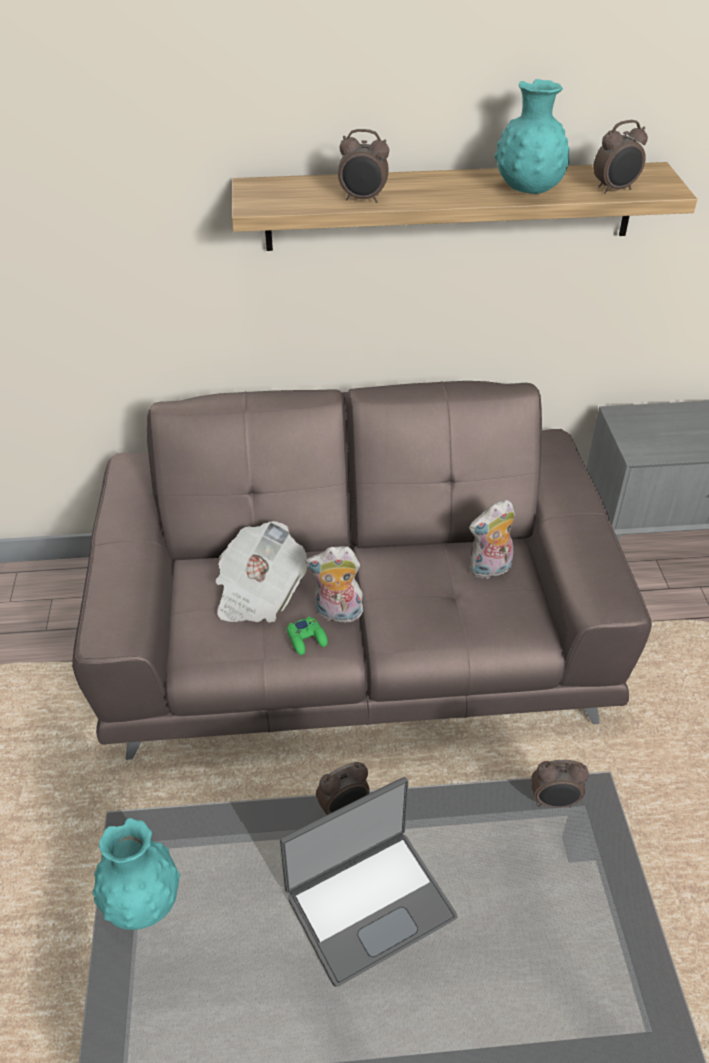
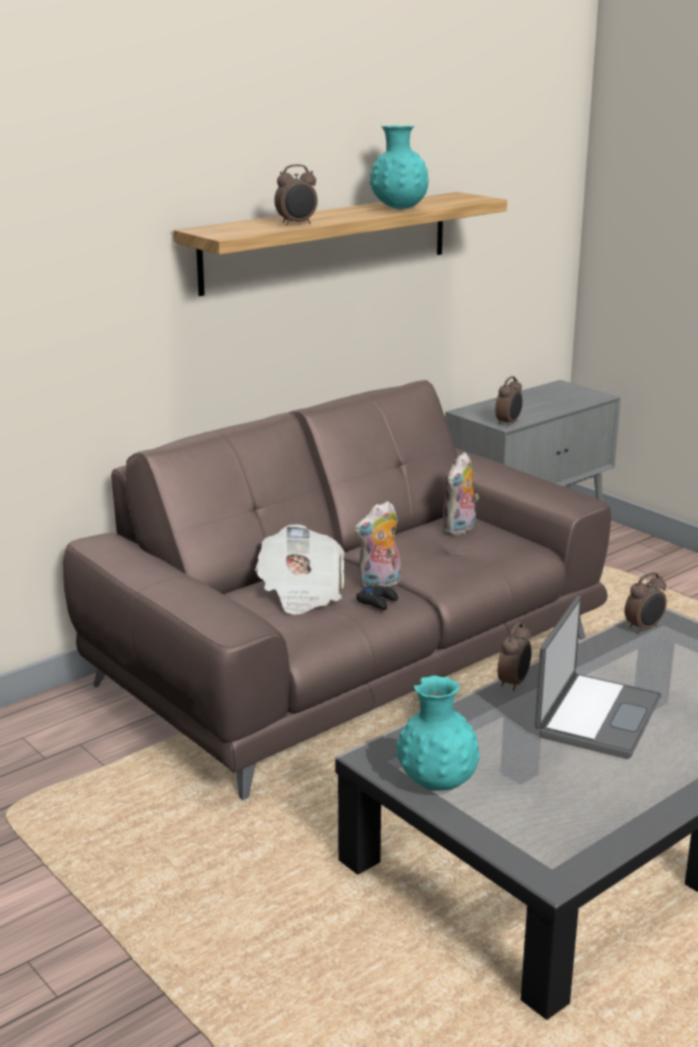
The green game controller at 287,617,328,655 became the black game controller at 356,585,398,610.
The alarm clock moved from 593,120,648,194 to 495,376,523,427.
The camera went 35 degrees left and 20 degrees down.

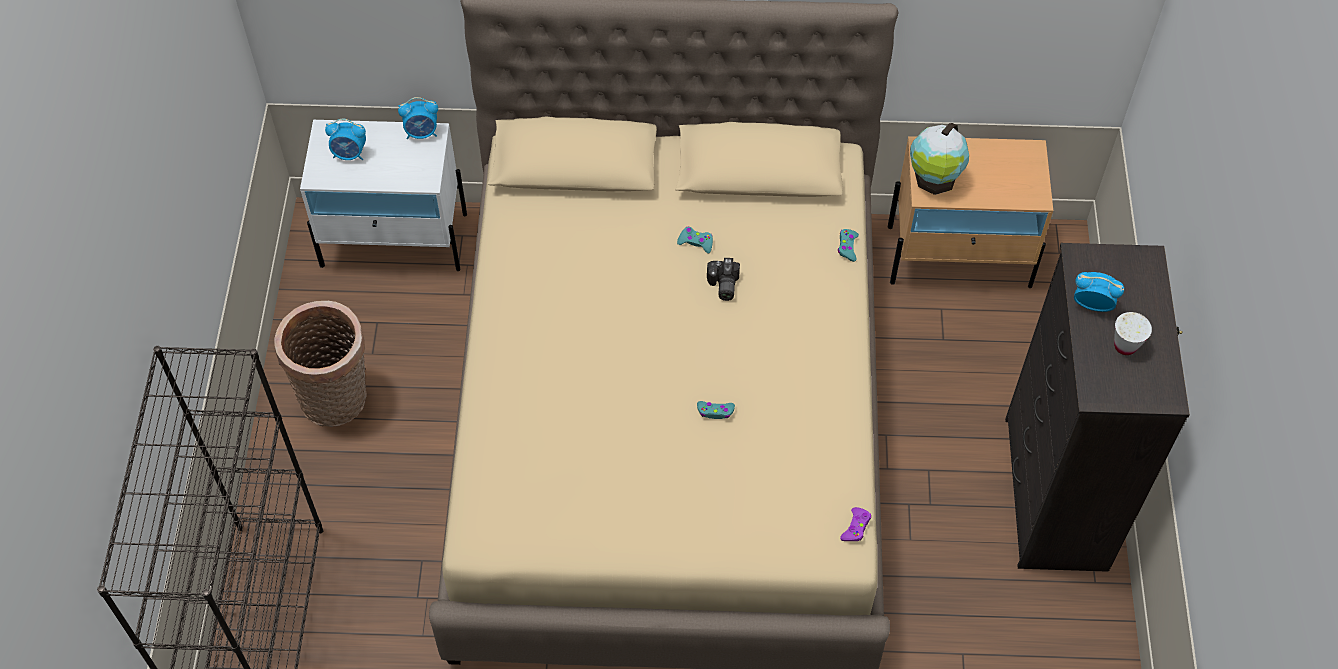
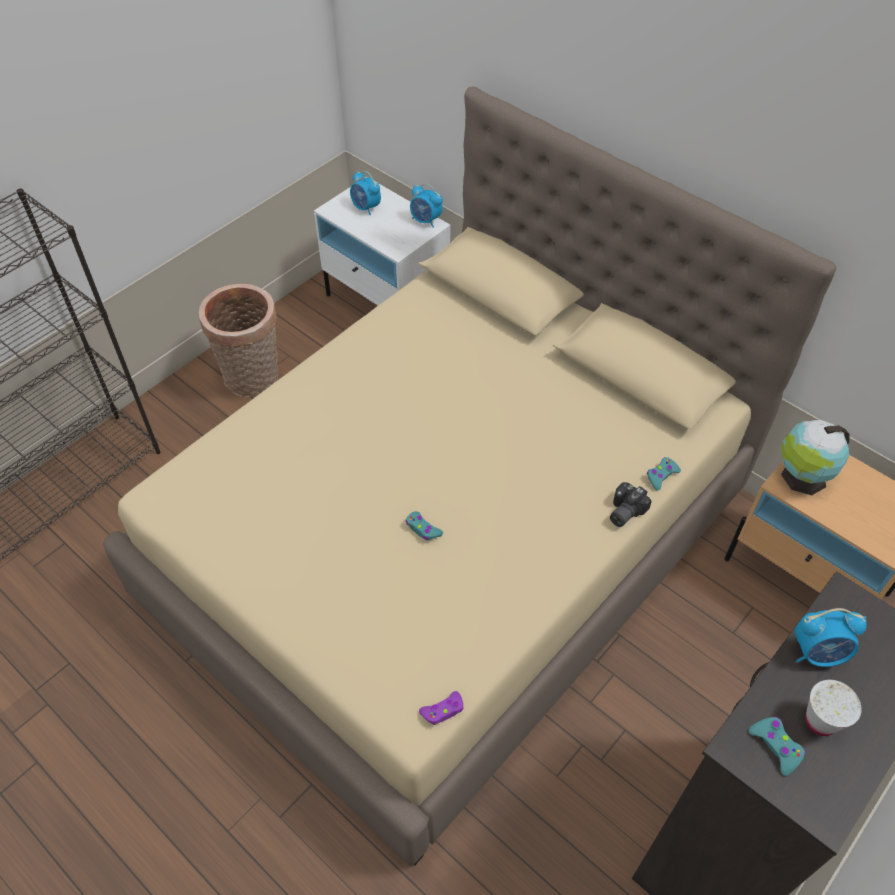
The photo camera moved from 707,258,740,301 to 610,482,652,527.
The turquoise game controller moved from 677,227,713,253 to 749,717,806,776.
The alarm clock at 1074,272,1124,312 turned 120 degrees clockwise.
The camera went 40 degrees right and 5 degrees down.

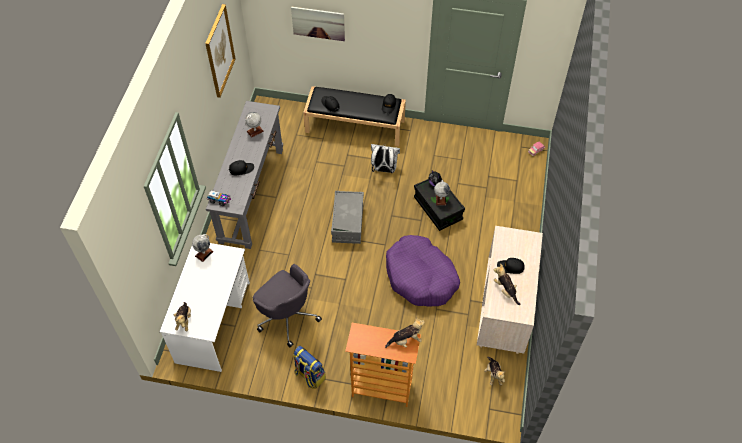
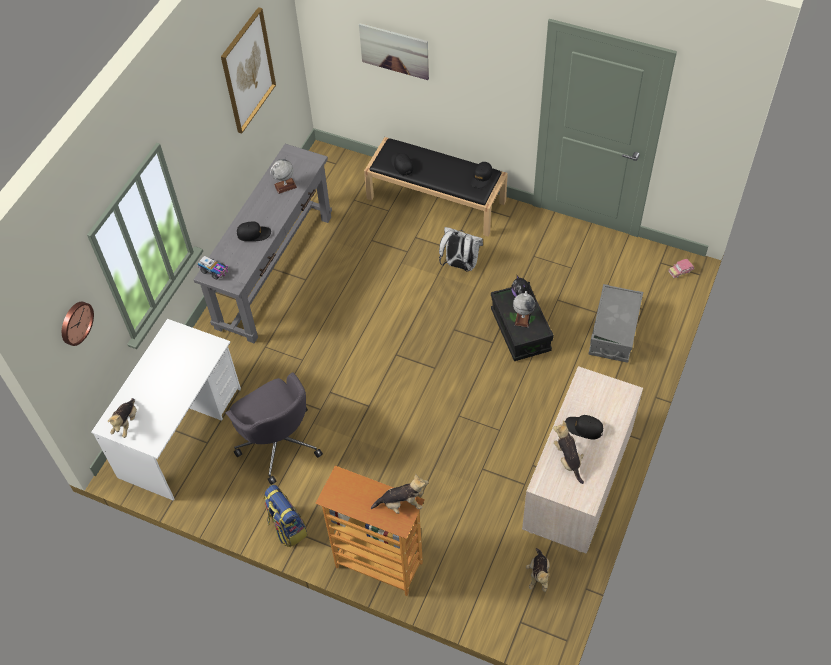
The wall clock at 62,302,94,346 appeared.
The grey storage box moved from 331,191,364,244 to 588,284,643,363.
The globe at 192,234,214,262 disappeared.
The purple dog bed at 386,235,460,306 disappeared.
The camera went 15 degrees right and 0 degrees up.

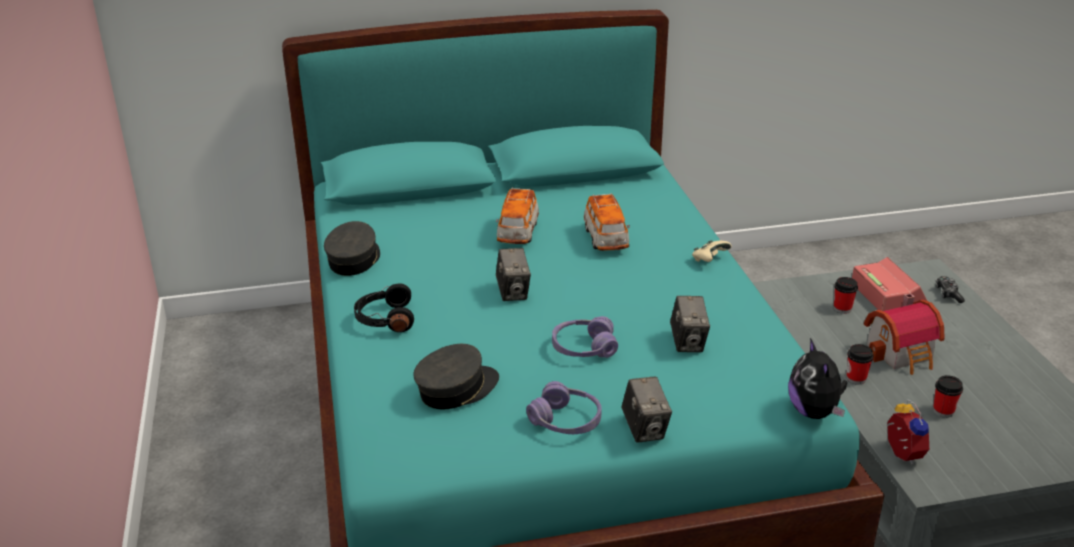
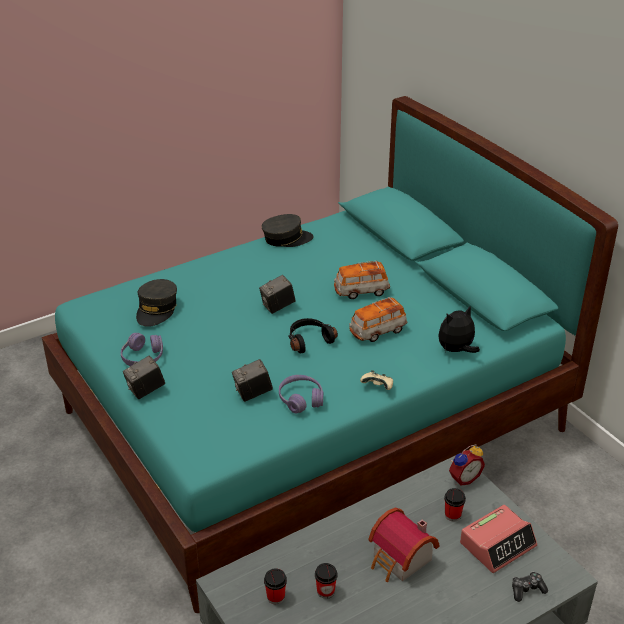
The grey cap at 413,344,499,409 turned 75 degrees clockwise.
The cup moved from 846,344,874,385 to 264,569,287,604.
The purple headphones moved from 552,316,618,358 to 279,375,323,414.
The black headphones moved from 354,284,414,332 to 288,318,338,353.
The plush toy moved from 788,338,847,419 to 438,305,480,353.
The alarm clock moved from 886,399,929,465 to 449,444,485,486.
The camera went 70 degrees right and 5 degrees up.

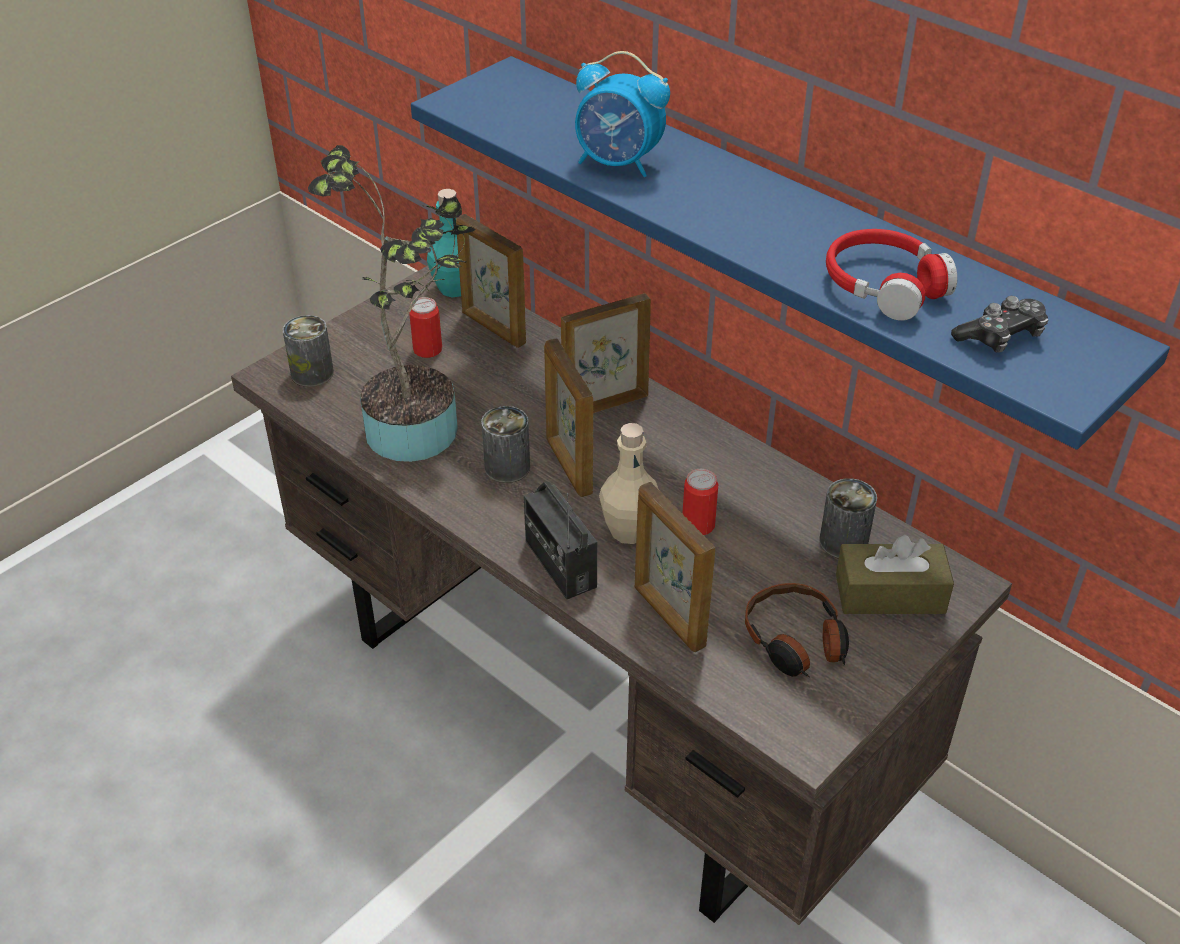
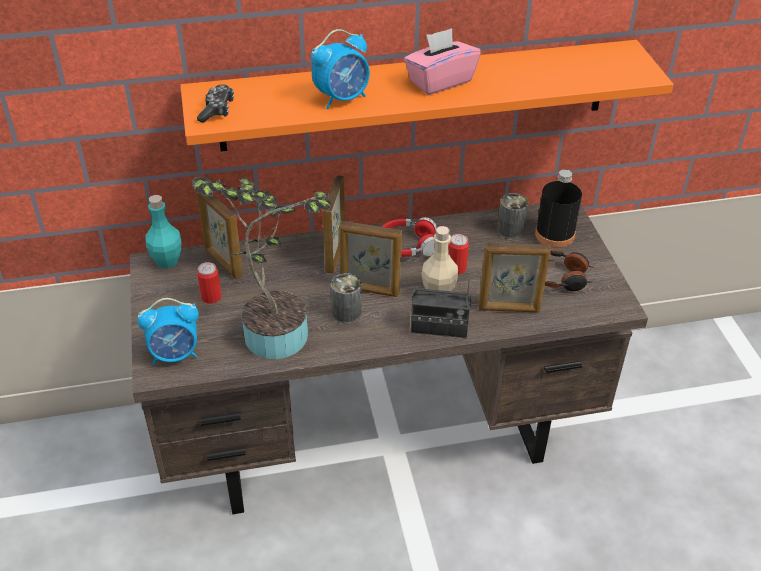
The can at 283,315,334,387 was replaced by the alarm clock at 138,298,199,365.
The blue shelf at 411,56,1170,450 became the orange shelf at 180,40,674,151.
The picture frame at 456,214,526,348 turned 60 degrees clockwise.
The game controller moved from 951,296,1049,353 to 197,84,234,123.
The red headphones moved from 826,229,957,321 to 381,217,436,257.
The pink tissue box at 404,28,481,95 appeared.
The brown tissue box at 836,535,954,614 was replaced by the black bottle at 535,169,582,248.
The camera went 55 degrees left and 0 degrees up.

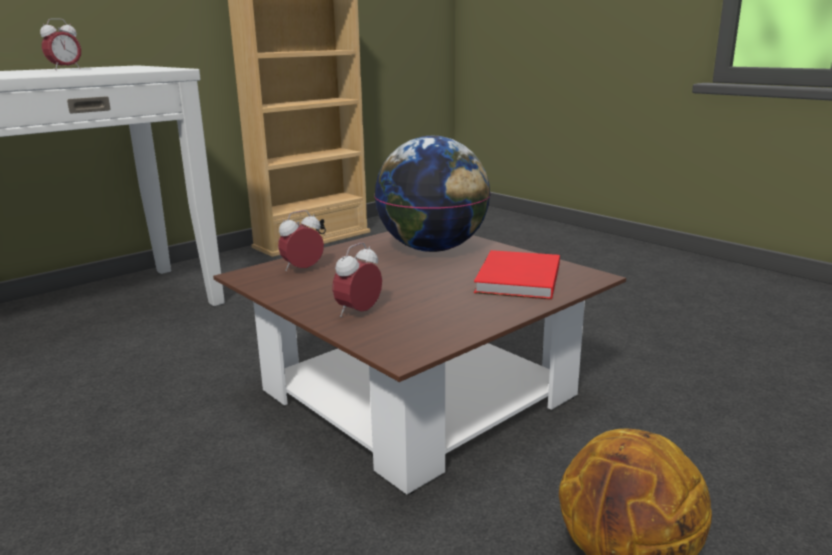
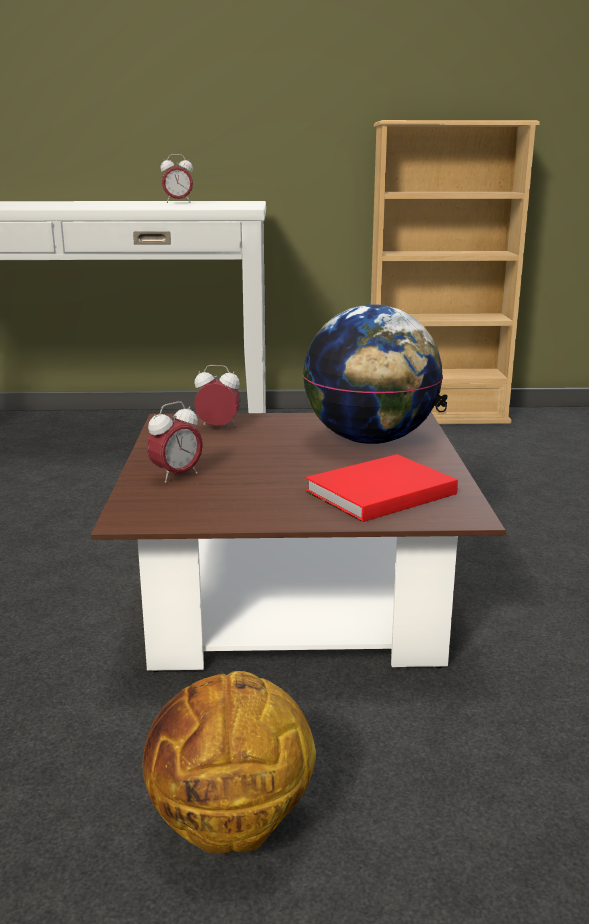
The alarm clock at 332,242,382,317 turned 150 degrees clockwise.
The camera went 40 degrees right and 0 degrees up.

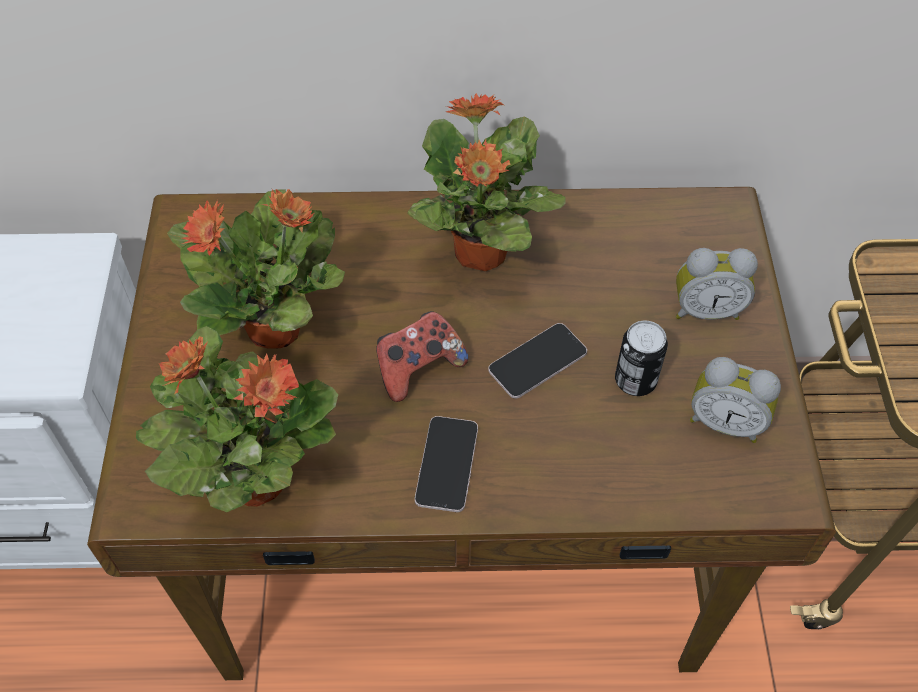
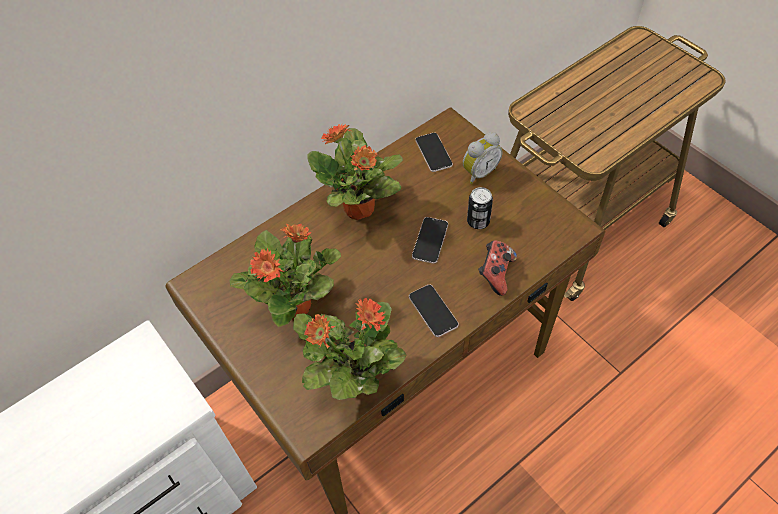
The phone at 415,133,453,172 appeared.
The game controller moved from 376,311,468,402 to 478,240,517,296.
The alarm clock at 690,357,781,443 disappeared.
The camera went 35 degrees left and 0 degrees up.

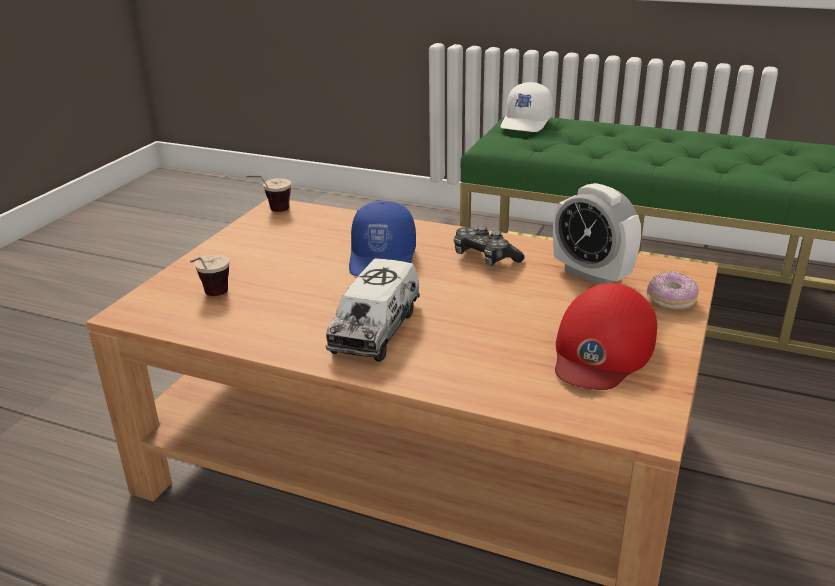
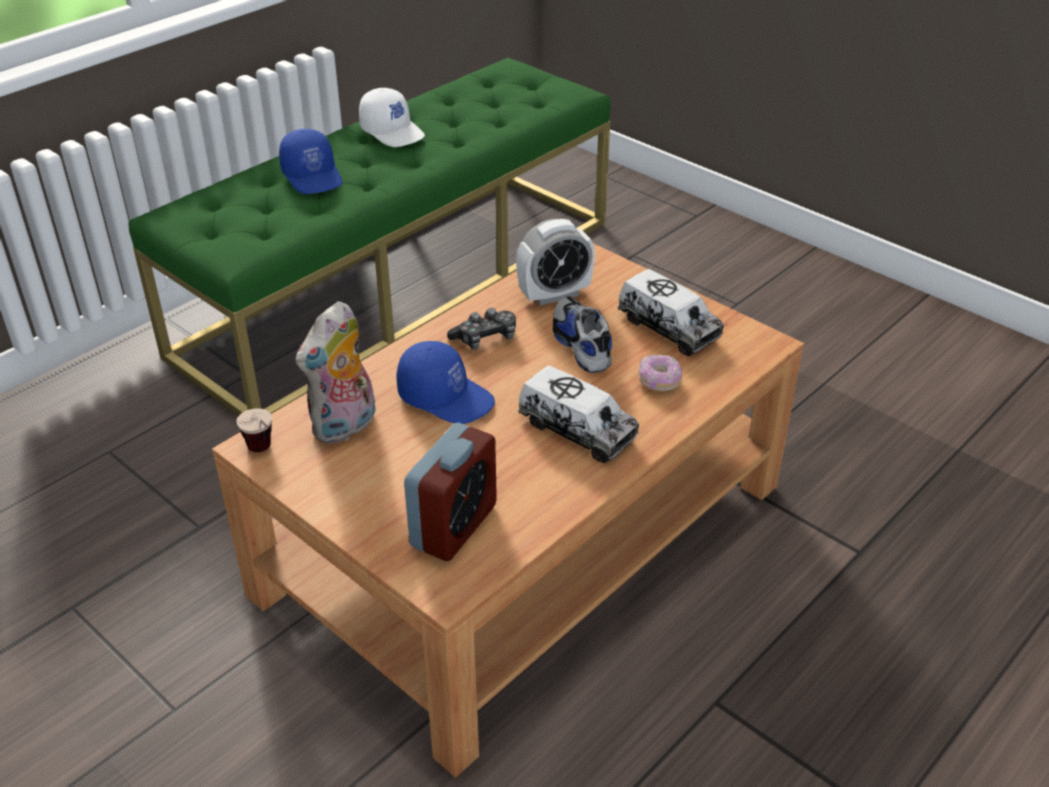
The blue cap at 279,129,343,194 appeared.
The plush toy at 296,301,376,444 appeared.
The white cap moved from 500,82,553,132 to 359,88,425,147.
The cup at 190,254,230,296 was replaced by the alarm clock at 404,423,497,561.
The shoe at 553,297,612,373 appeared.
The red cap at 555,283,657,390 was replaced by the toy truck at 618,269,724,356.
The donut moved from 647,271,699,310 to 638,354,682,391.
The camera went 70 degrees left and 10 degrees up.

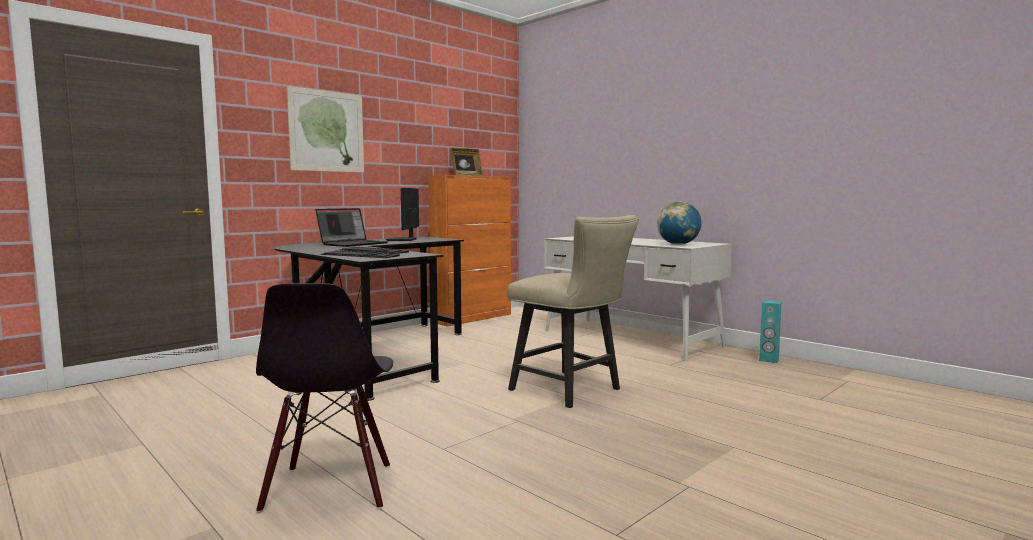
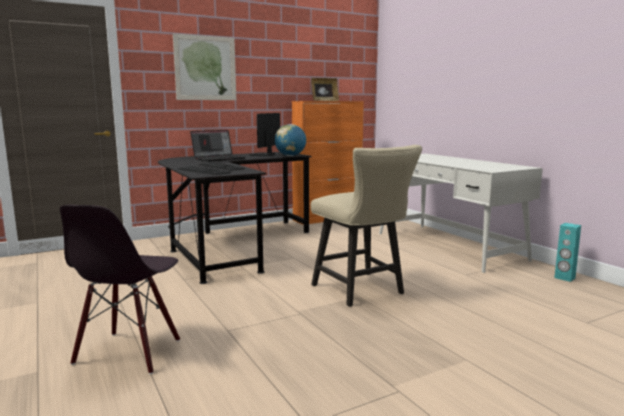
The globe moved from 657,202,702,245 to 275,124,306,156.
The camera went 15 degrees right and 5 degrees up.

